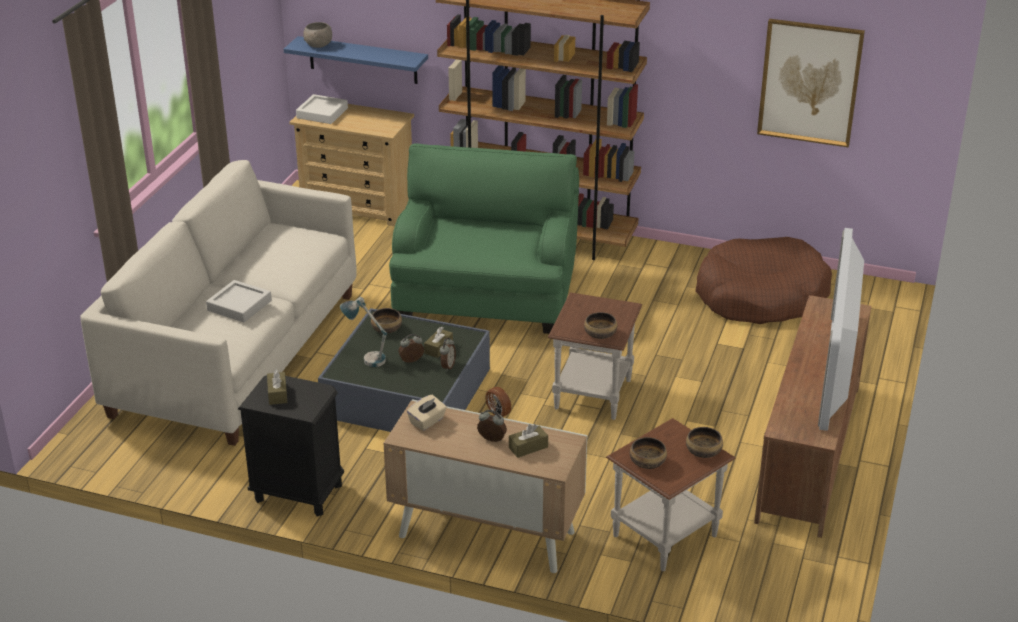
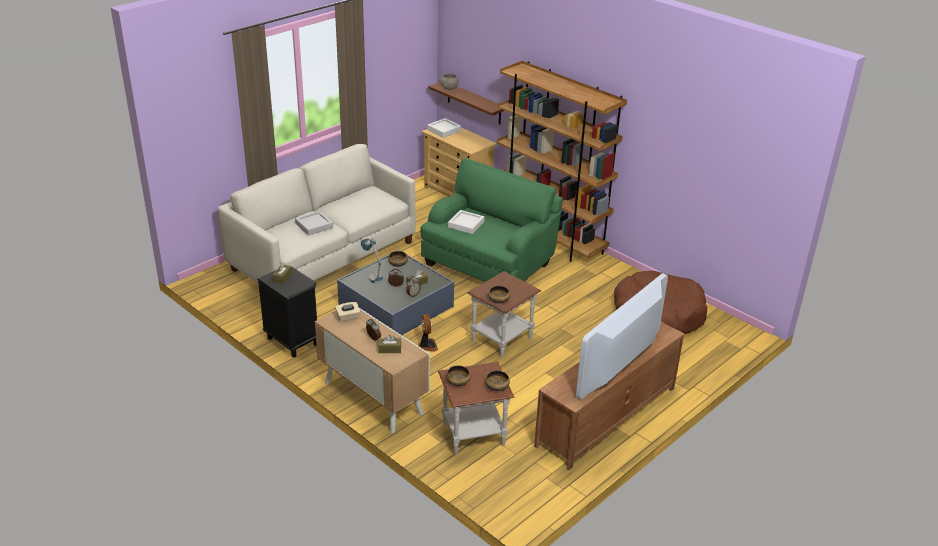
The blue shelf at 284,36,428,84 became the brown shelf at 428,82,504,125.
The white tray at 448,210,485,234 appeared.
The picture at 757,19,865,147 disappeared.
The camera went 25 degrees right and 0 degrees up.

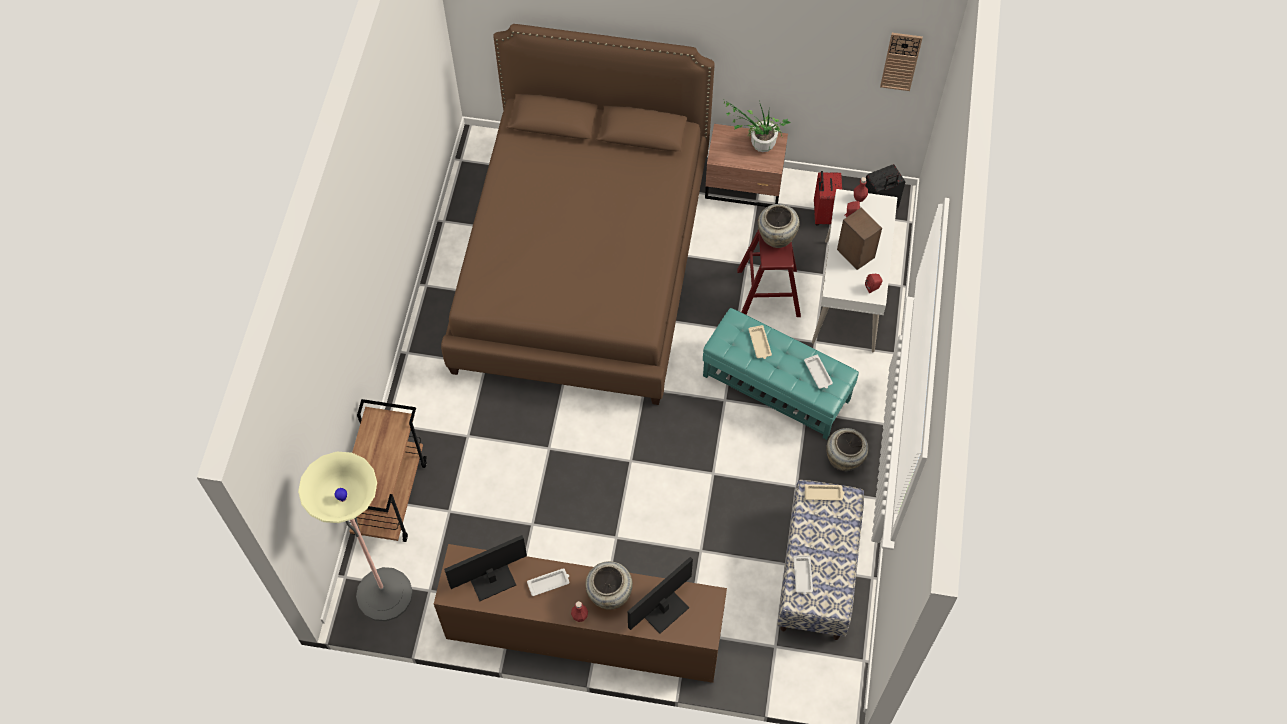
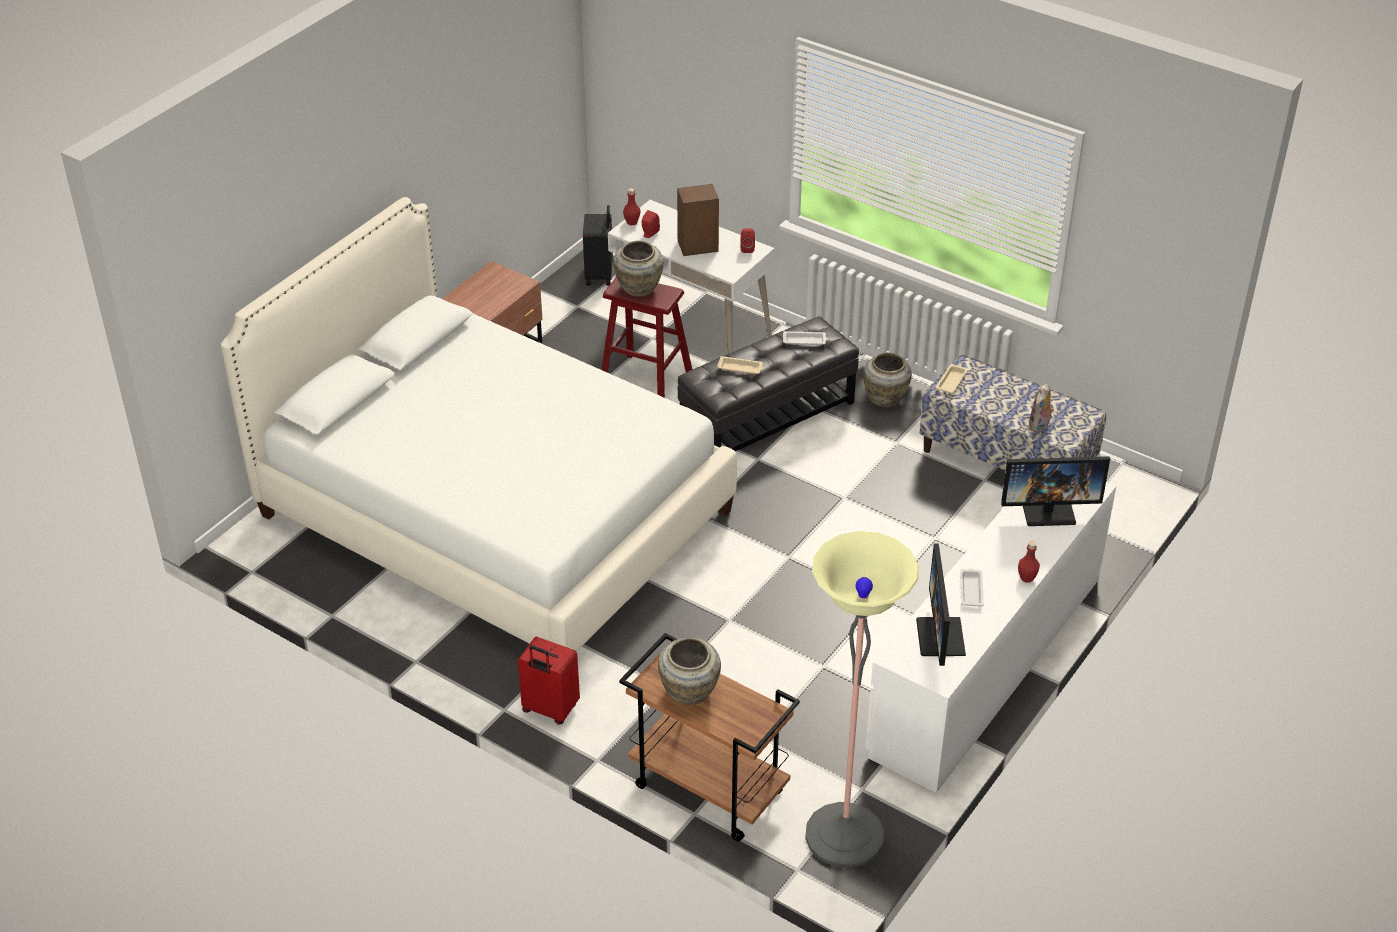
The brown bed at 441,24,715,405 became the white bed at 221,197,737,652.
The red suitcase moved from 814,171,842,225 to 518,637,580,725.
The beige vase moved from 585,561,633,610 to 658,637,721,705.
The turquoise ottoman at 703,308,859,440 became the black ottoman at 678,317,859,451.
The brown dresser at 434,544,727,683 became the white dresser at 865,457,1116,793.
The monitor at 628,557,693,634 turned 75 degrees counterclockwise.
The white tray at 794,555,813,595 was replaced by the plush toy at 1028,384,1054,432.
The potted plant at 723,100,791,152 disappeared.
The wall clock at 880,33,923,91 disappeared.
The camera went 65 degrees left and 20 degrees down.

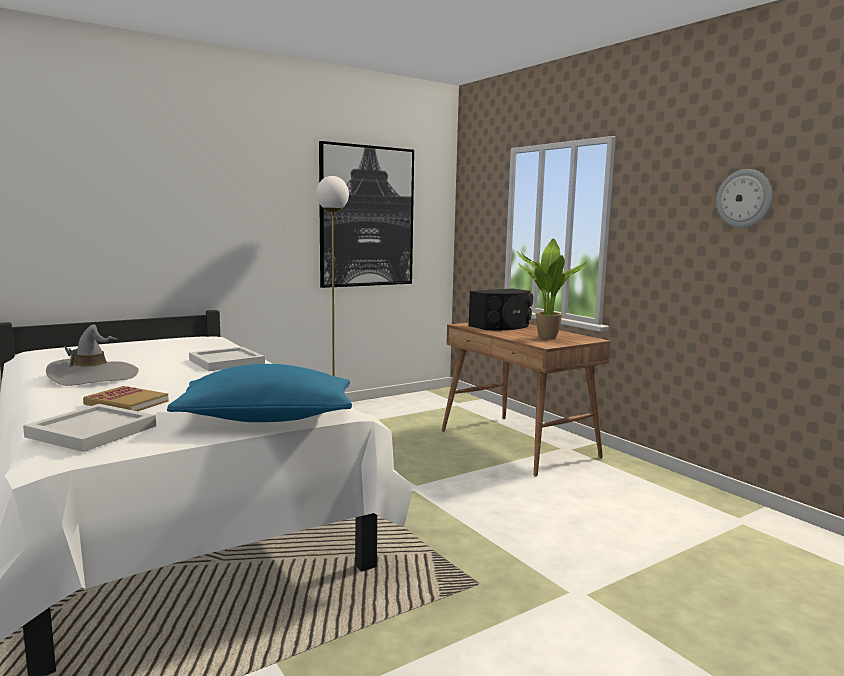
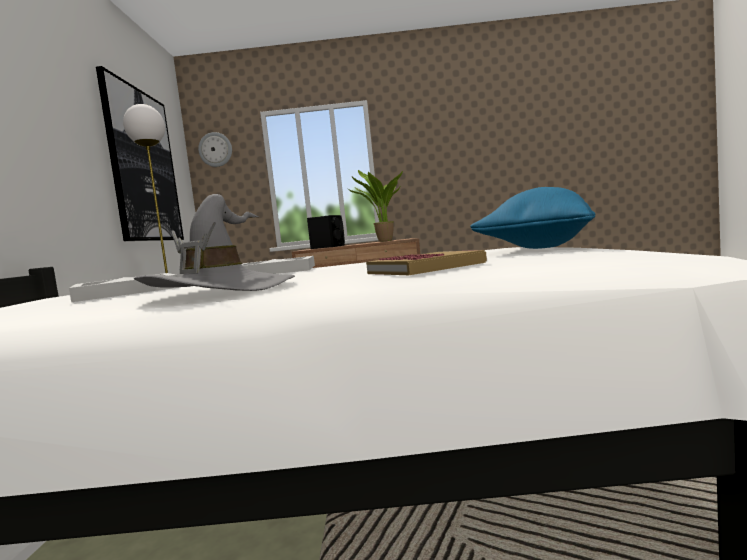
The white tray moved from 23,404,156,452 to 69,273,179,302.
The wall clock moved from 716,169,773,228 to 198,132,232,167.
The camera went 55 degrees left and 5 degrees down.

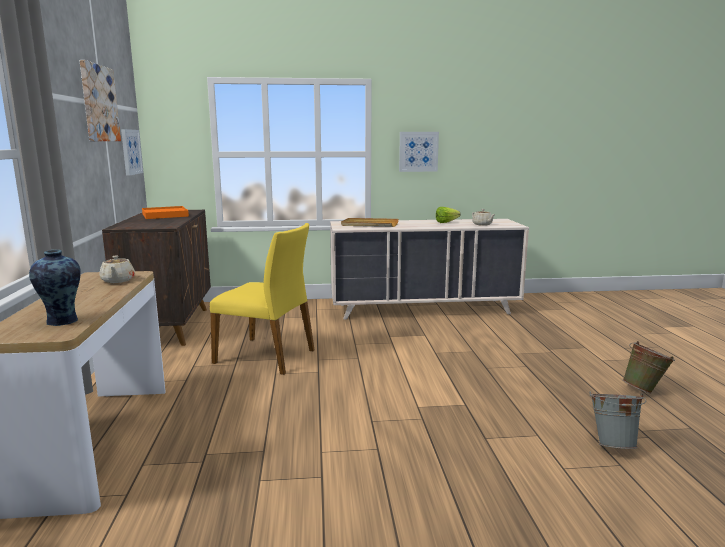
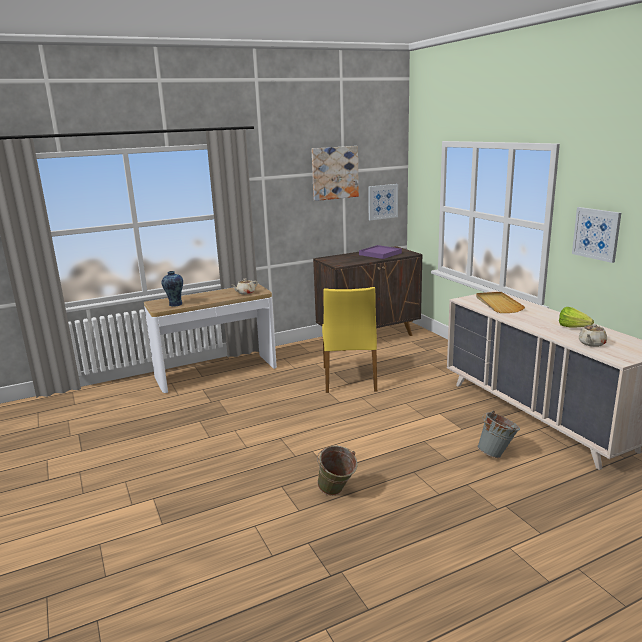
The green bucket moved from 623,341,675,393 to 317,445,358,496.
The orange tray at 142,206,189,219 became the purple tray at 359,245,402,259.
The grey bucket moved from 589,392,646,449 to 477,411,520,458.
The camera went 70 degrees right and 5 degrees up.

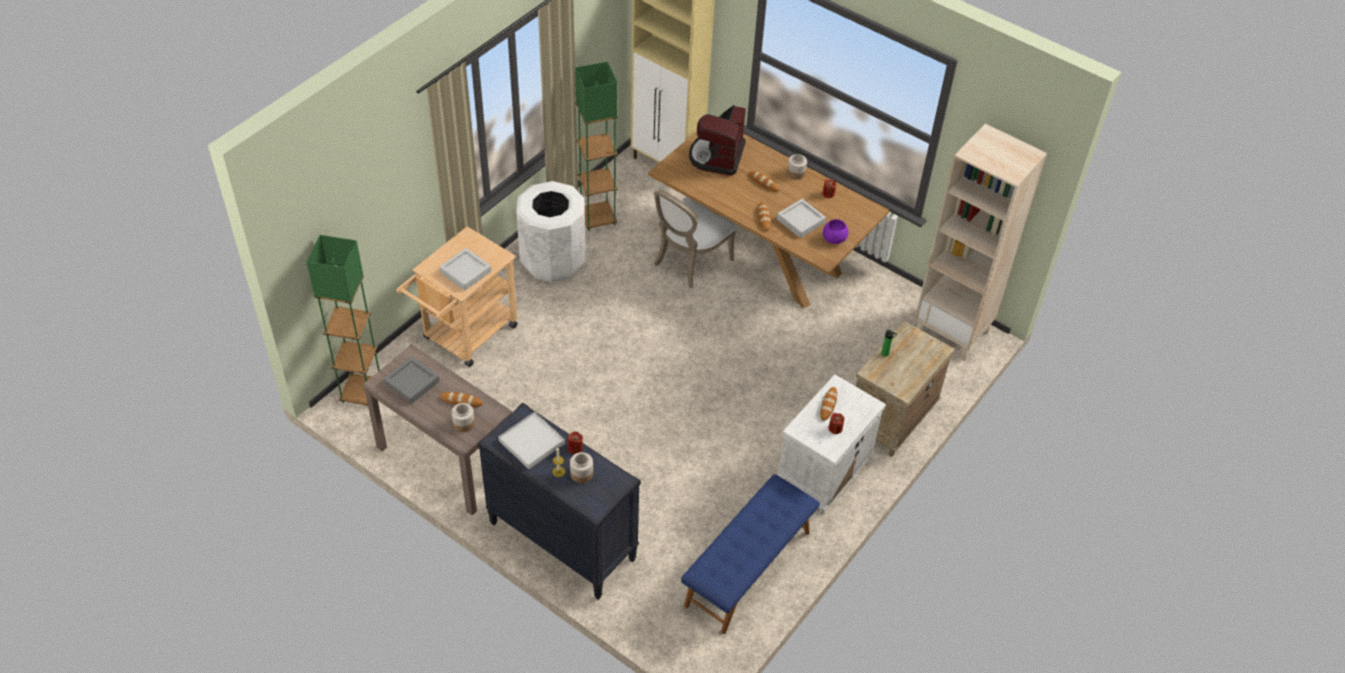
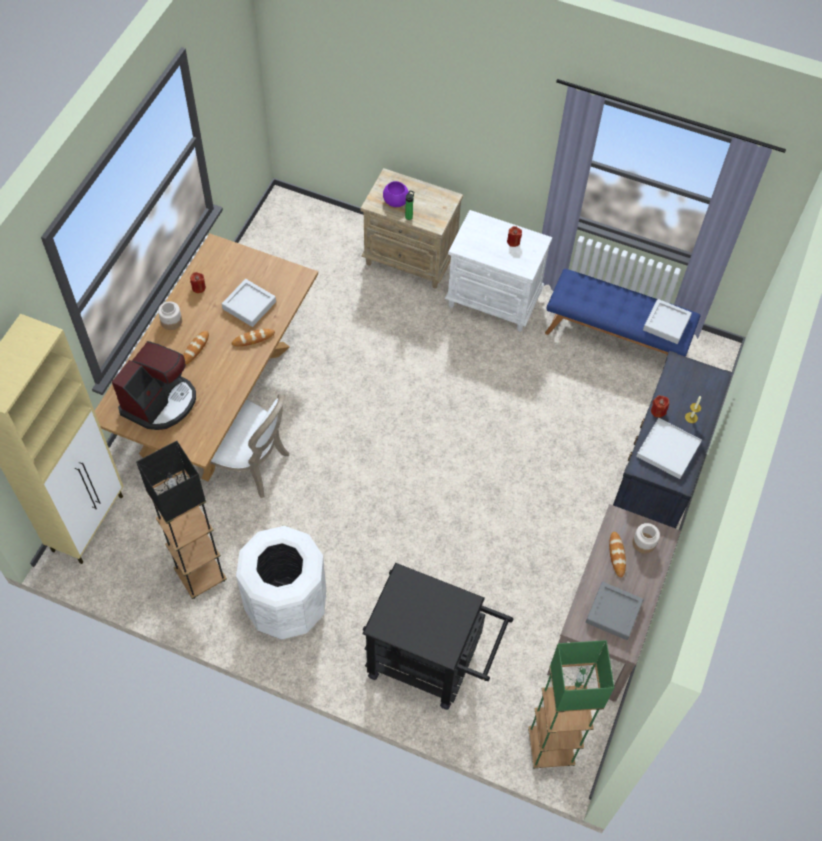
The coffee machine at 689,105,746,176 turned 60 degrees counterclockwise.
The green floor lamp at 575,62,618,231 became the black floor lamp at 136,441,227,599.
The beige cart at 396,226,518,367 became the black cart at 363,563,513,710.
The purple bowl moved from 823,219,848,244 to 383,181,409,207.
The grey tray moved from 439,248,491,291 to 643,299,692,344.
The jar at 570,452,593,483 disappeared.
The bread at 820,387,837,421 disappeared.
The beige bookcase at 914,124,1047,360 disappeared.
The camera went 105 degrees left and 10 degrees up.

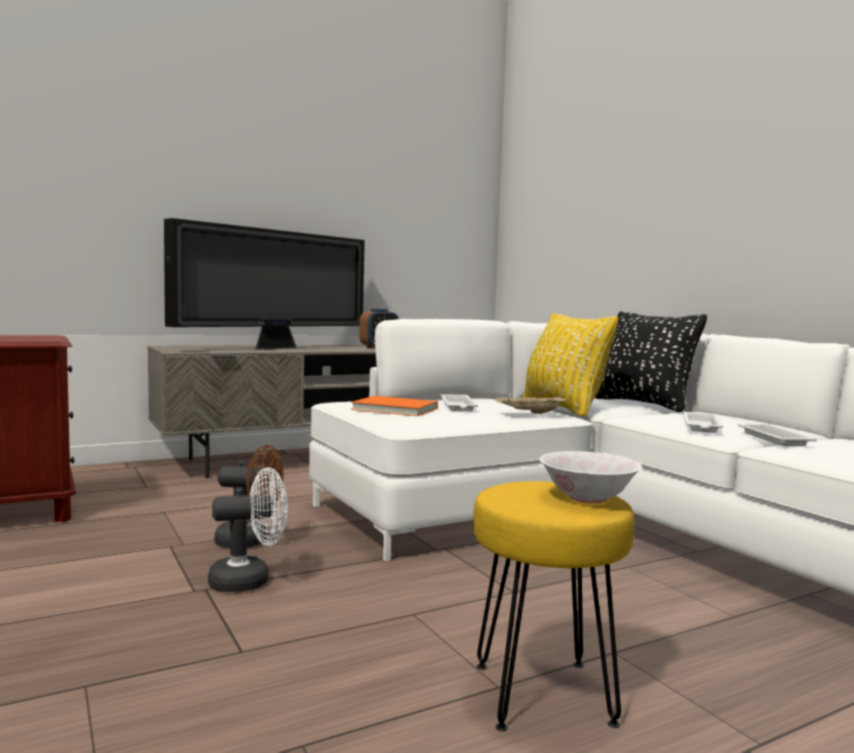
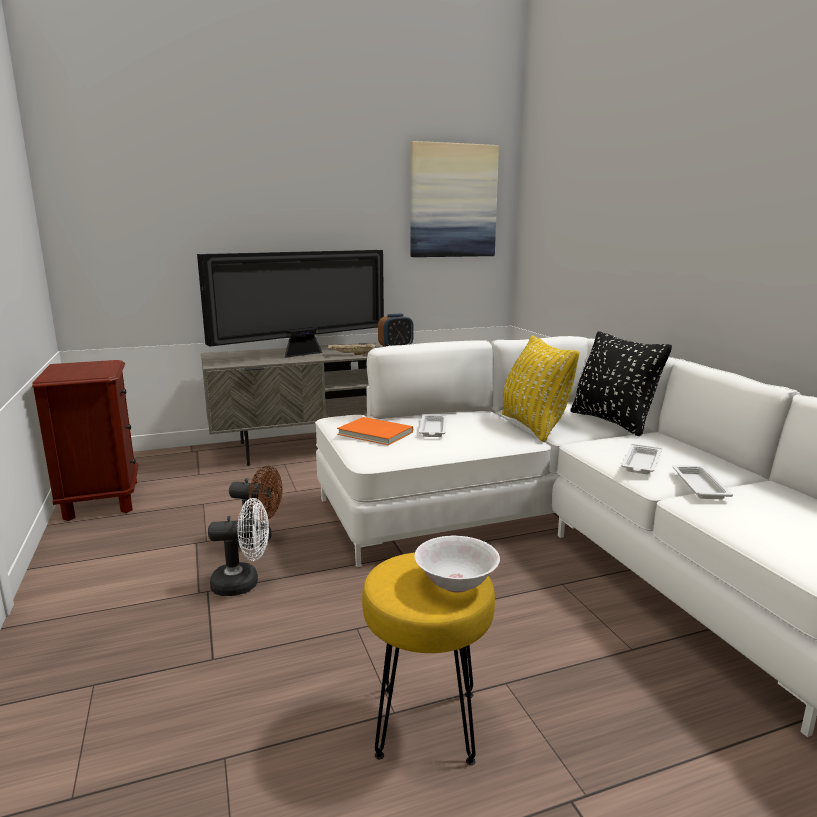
The beige tray moved from 493,395,568,414 to 328,343,377,355.
The picture at 410,141,499,257 appeared.
The camera went 10 degrees right and 10 degrees up.

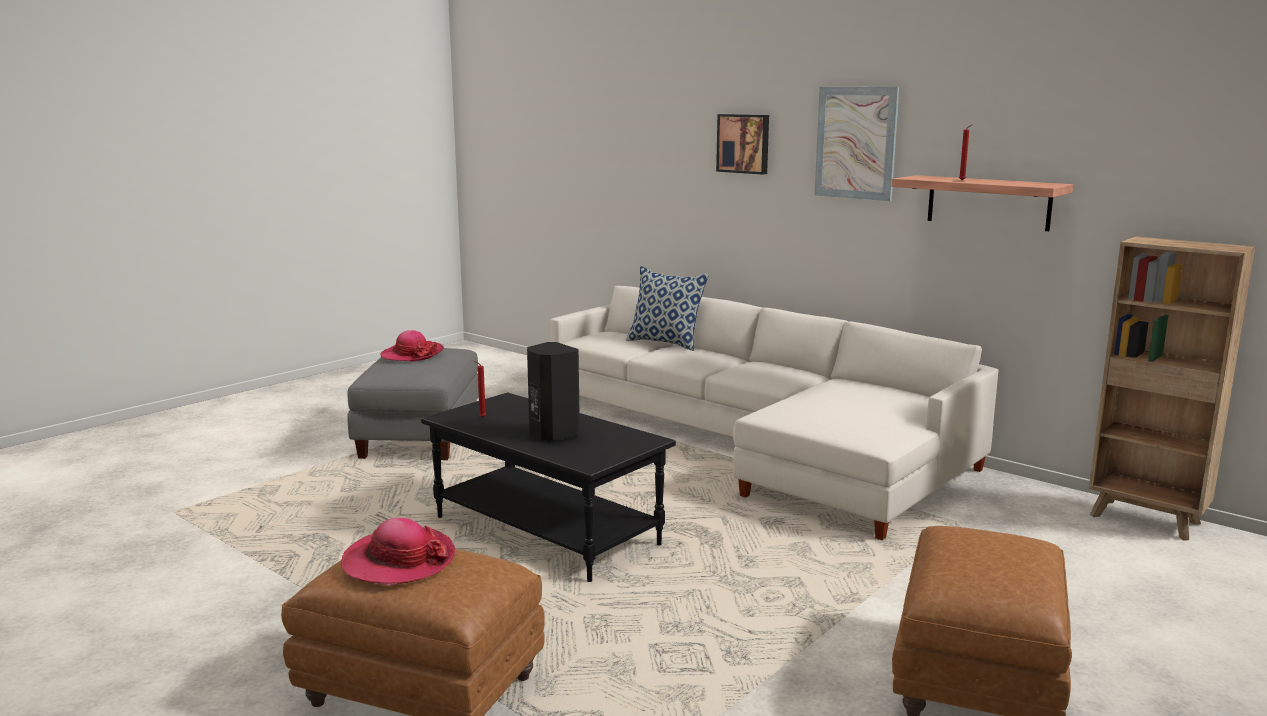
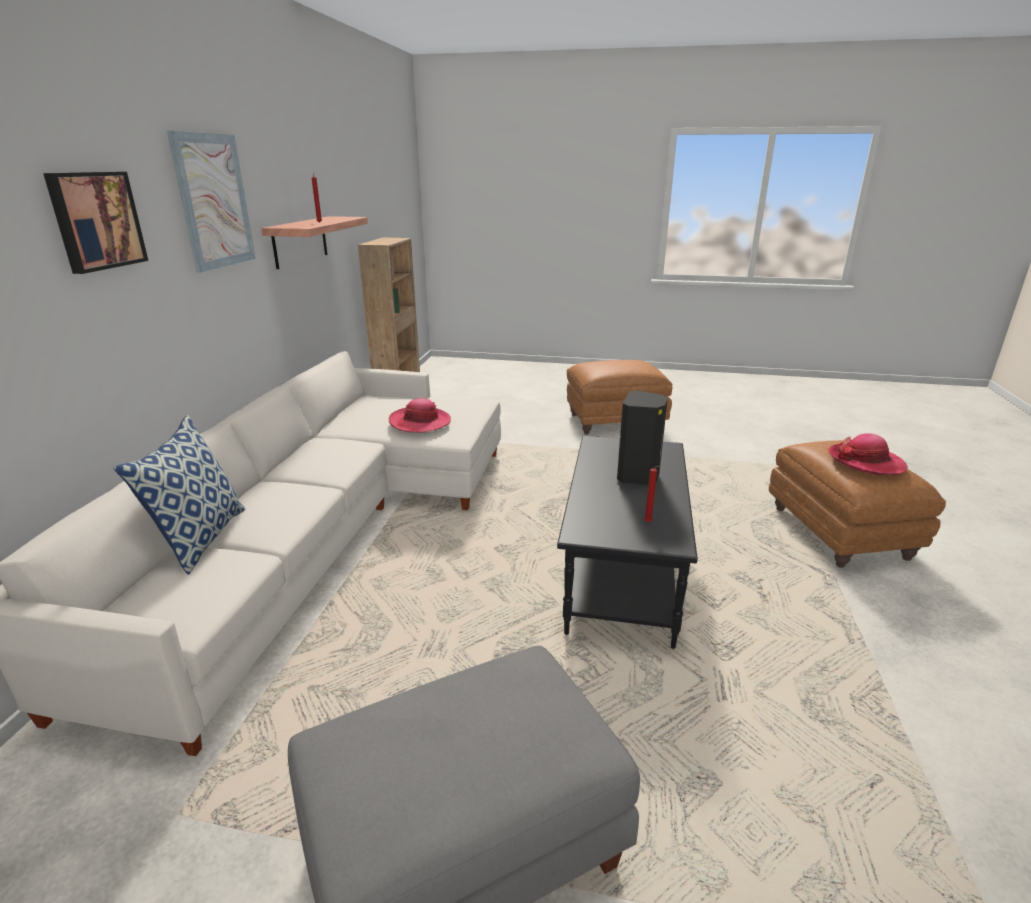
The hat moved from 380,330,444,362 to 389,398,451,432.
The camera went 120 degrees left and 10 degrees up.

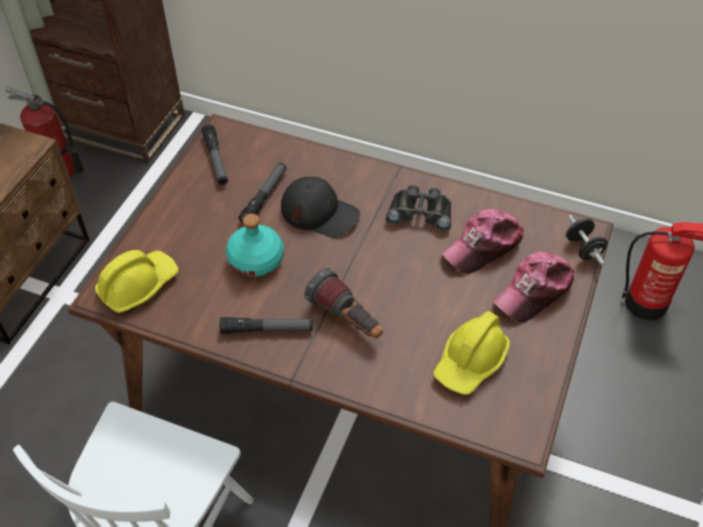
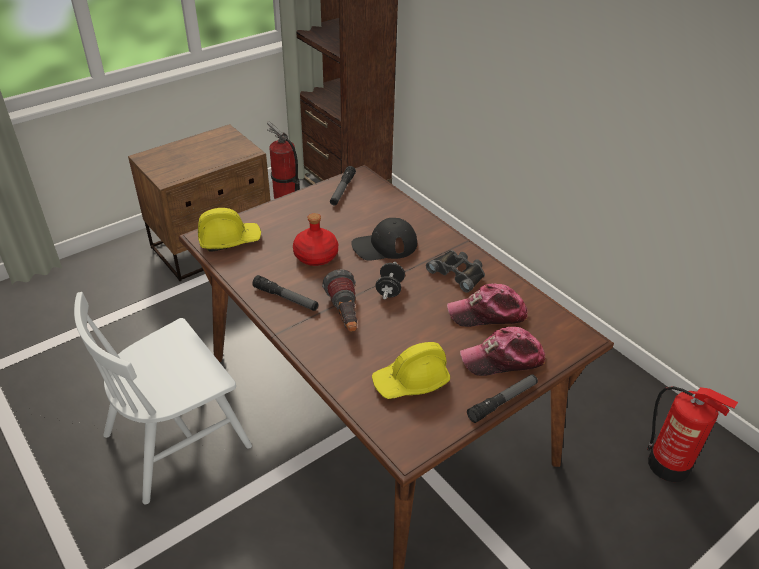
The turquoise bottle at 226,214,284,277 became the red bottle at 293,213,338,266.
The black cap at 281,177,360,238 turned 105 degrees clockwise.
The black dumbbell moved from 566,215,608,265 to 376,262,405,300.
The flashlight moved from 239,163,286,223 to 467,374,538,423.
The camera went 30 degrees right and 10 degrees down.

